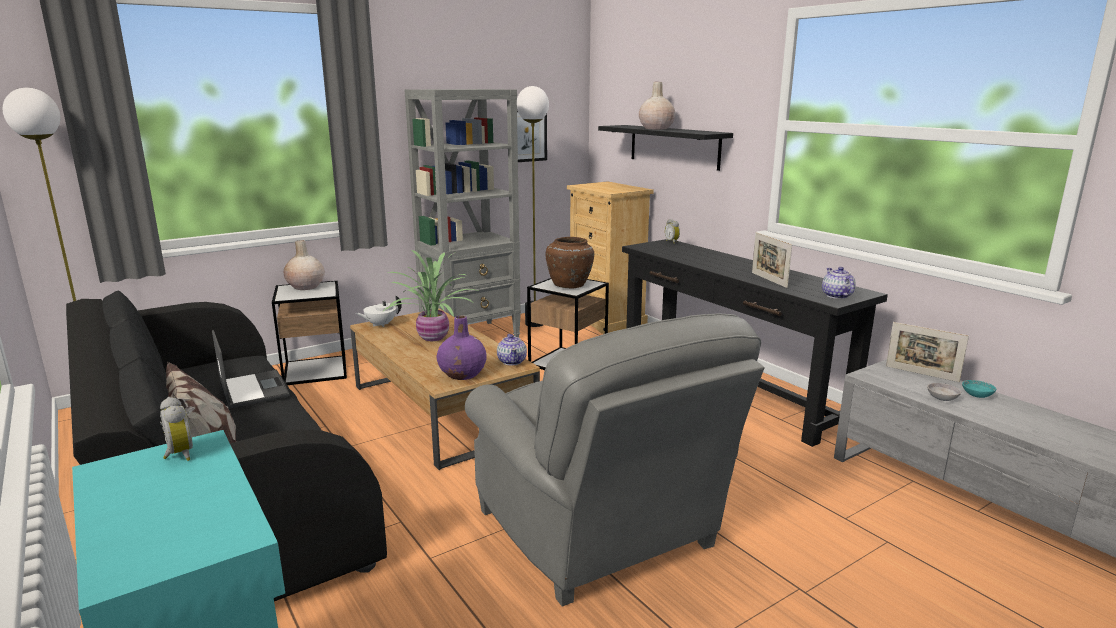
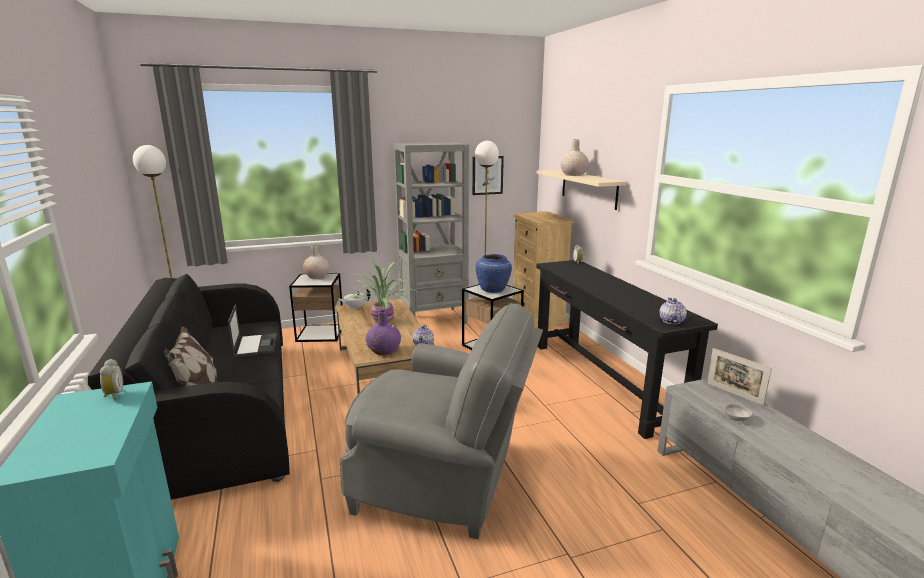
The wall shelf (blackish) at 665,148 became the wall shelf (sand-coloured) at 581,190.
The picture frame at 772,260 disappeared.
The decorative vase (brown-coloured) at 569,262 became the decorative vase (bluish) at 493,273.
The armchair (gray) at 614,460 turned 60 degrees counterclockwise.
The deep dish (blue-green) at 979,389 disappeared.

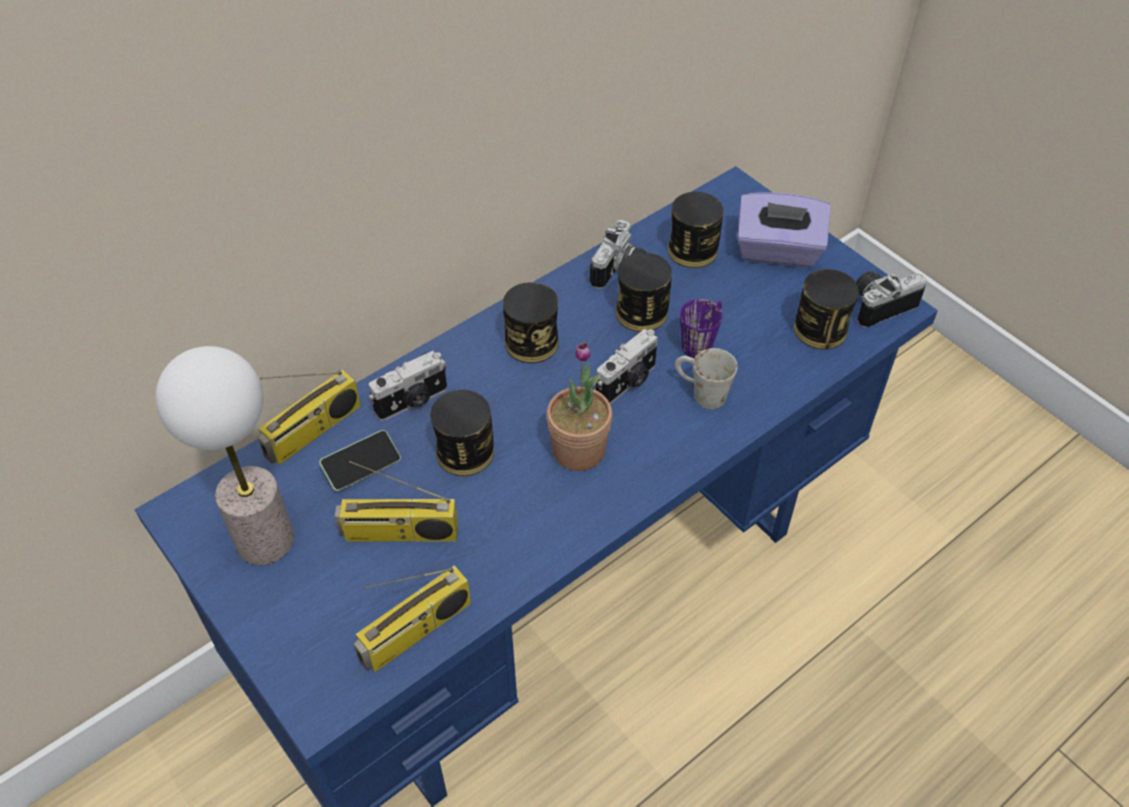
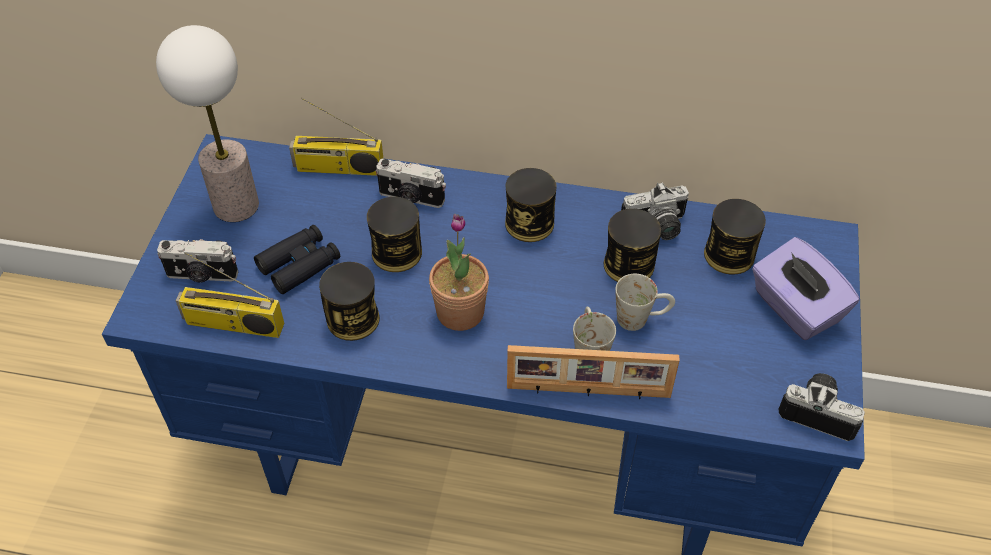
The can moved from 826,309 to 349,301.
The coffee mug (purple-coloured) at 701,328 became the coffee mug (whitish) at 645,302.
The still camera moved from 627,366 to 197,261.
The telephone at 360,460 disappeared.
The radio set at 396,501 was replaced by the field glasses (blackish) at 297,259.
The picture frame at 593,372 appeared.

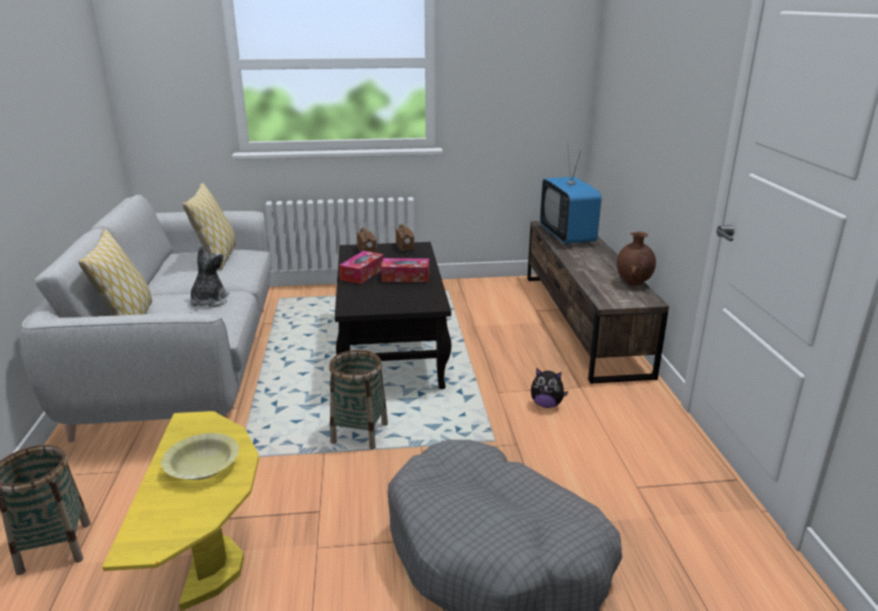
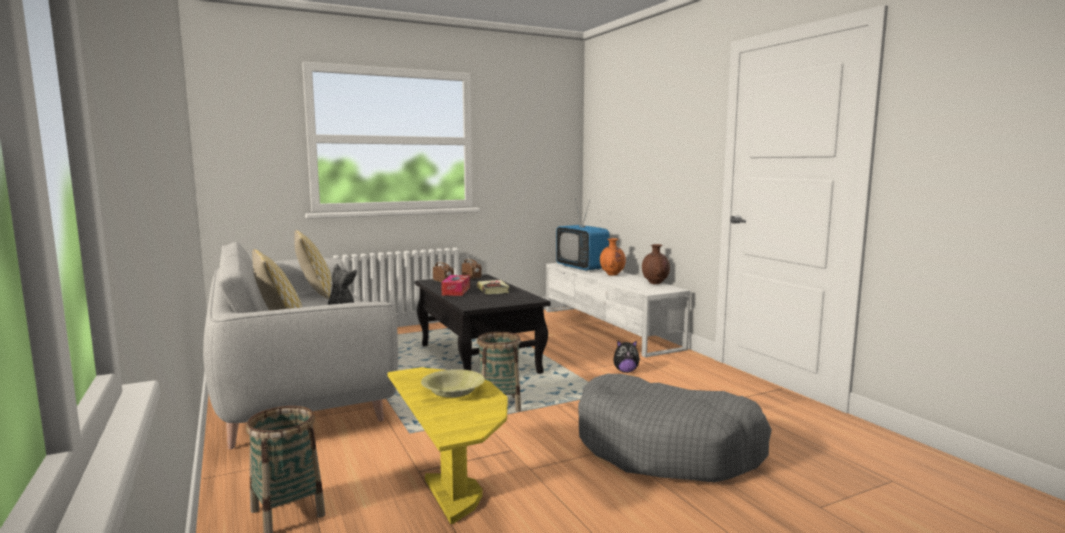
The tv unit (brown-coloured) at 598,302 became the tv unit (whitish) at 618,310.
The tissue box at 405,270 was replaced by the book at 493,287.
The decorative vase (orange-coloured) at 613,257 appeared.

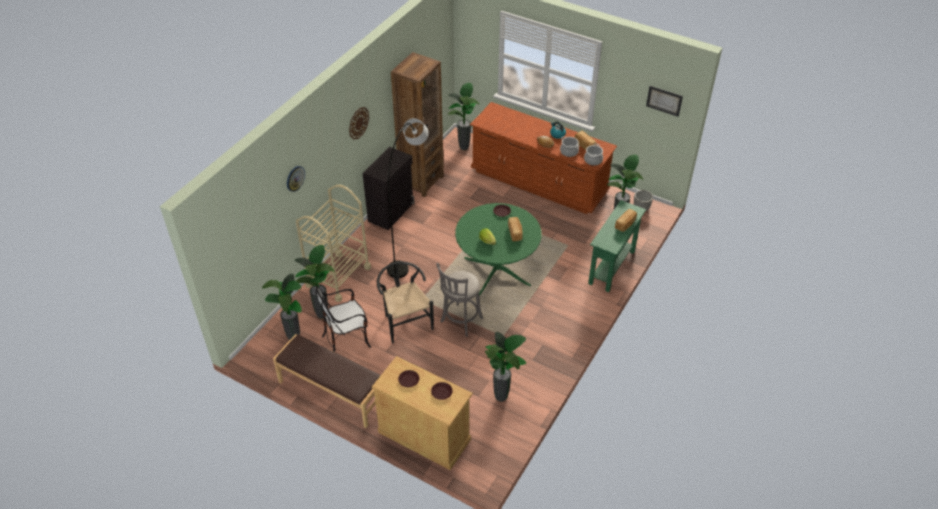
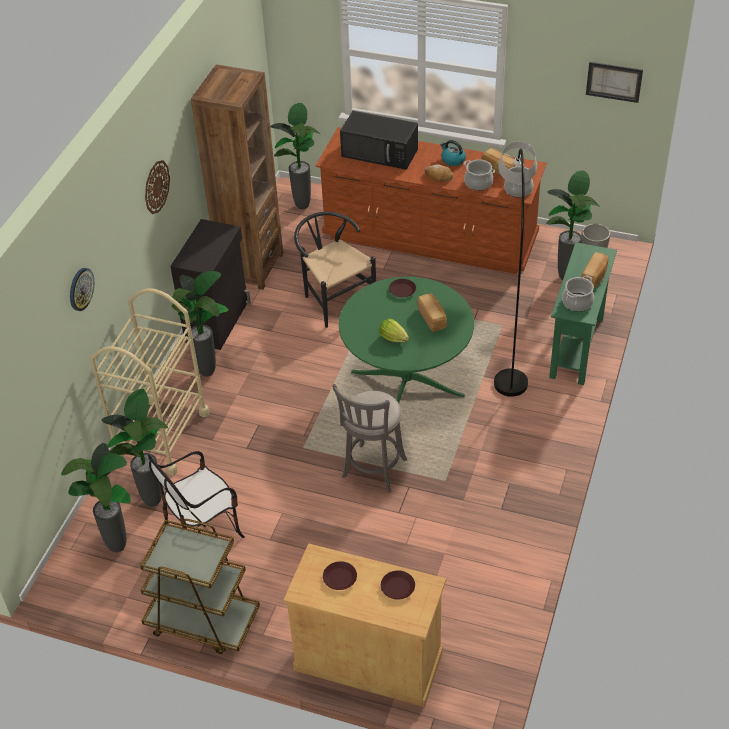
The standing lamp (gray) moved from 408,198 to 515,269.
The chair (blackish) moved from 405,302 to 335,270.
The houseplant moved from 505,367 to 199,323.
The bench (brown-coloured) at 327,381 was replaced by the wheeled cart (brown-coloured) at 200,586.
The microwave oven (blackish) at 379,140 appeared.
The stockpot at 578,293 appeared.

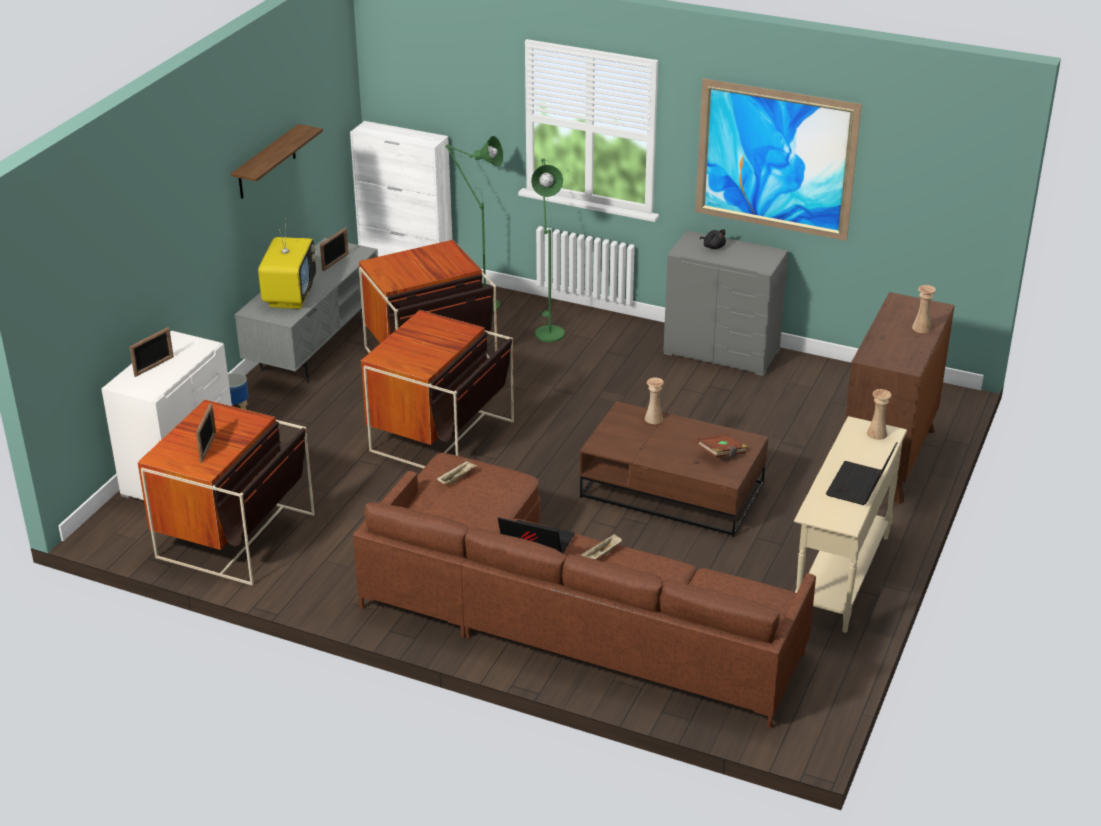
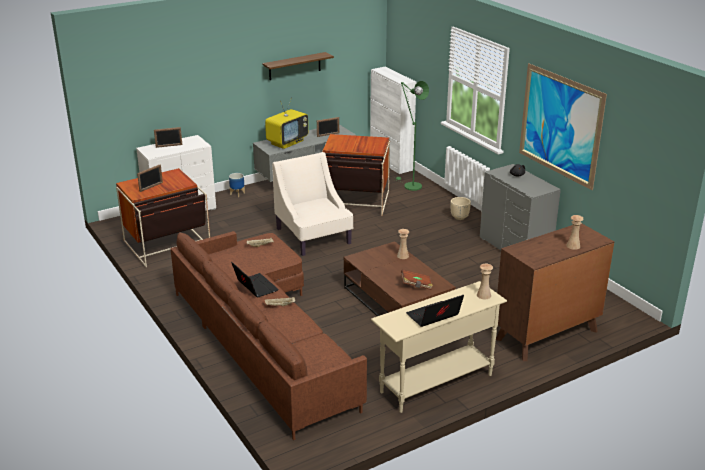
The standing lamp (greenish) at 548,250 disappeared.
The side table at 437,389 was replaced by the armchair (sand-coloured) at 312,204.
The plant pot (sand-coloured) at 460,208 appeared.

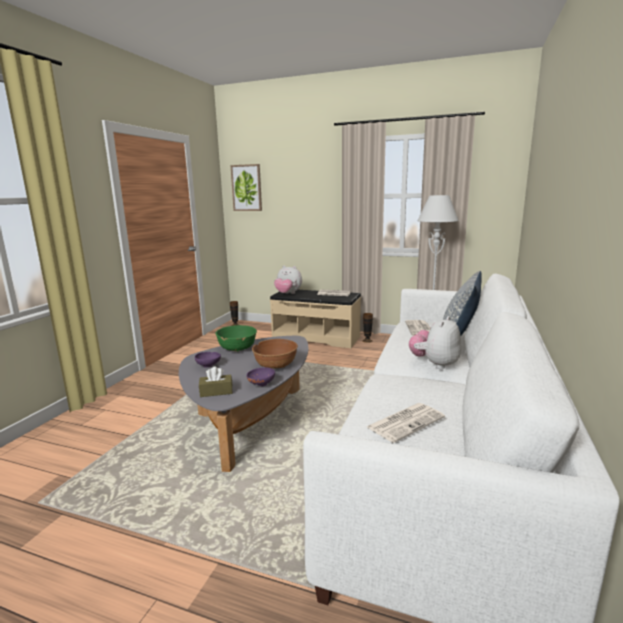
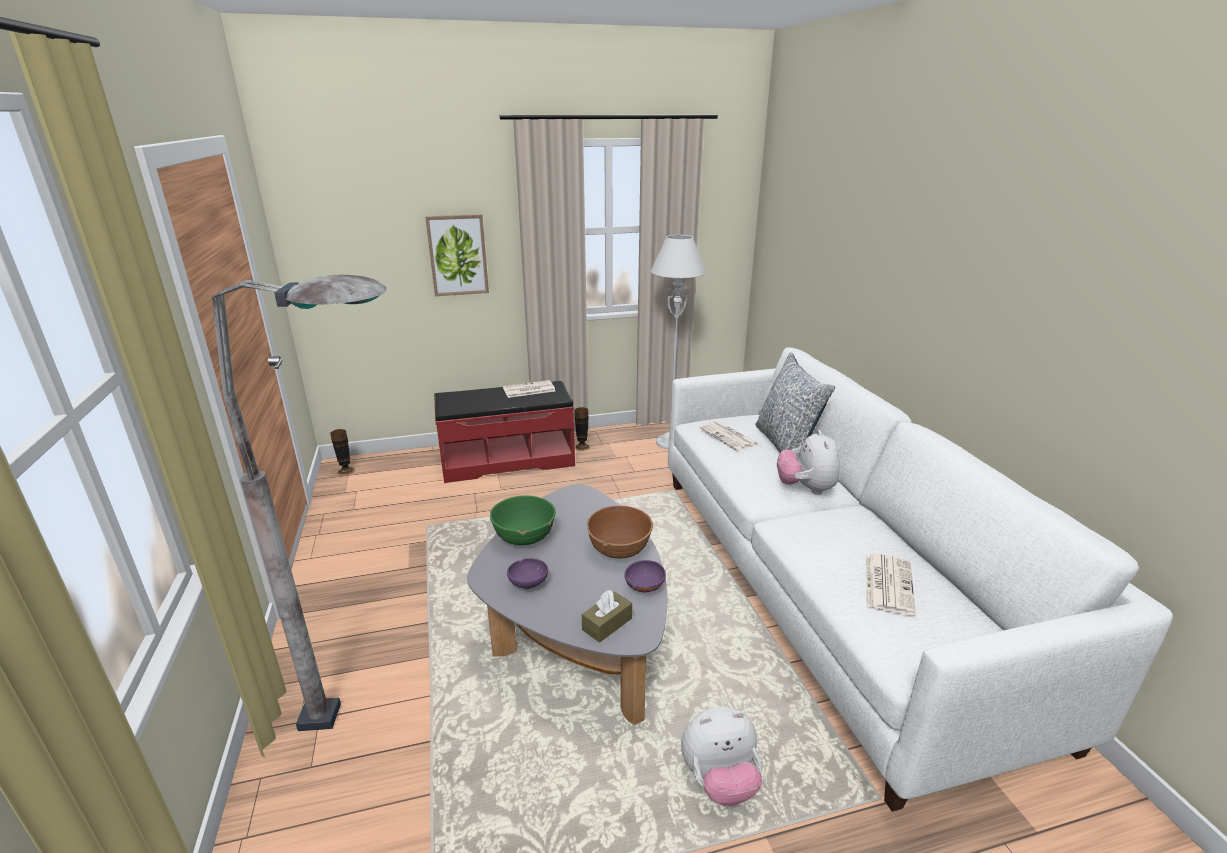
The picture moved from 246,187 to 457,255.
The soft toy moved from 288,280 to 721,756.
The bench (sand-coloured) at 315,319 became the bench (red-coloured) at 504,432.
The standing lamp (gray) at 299,503 appeared.

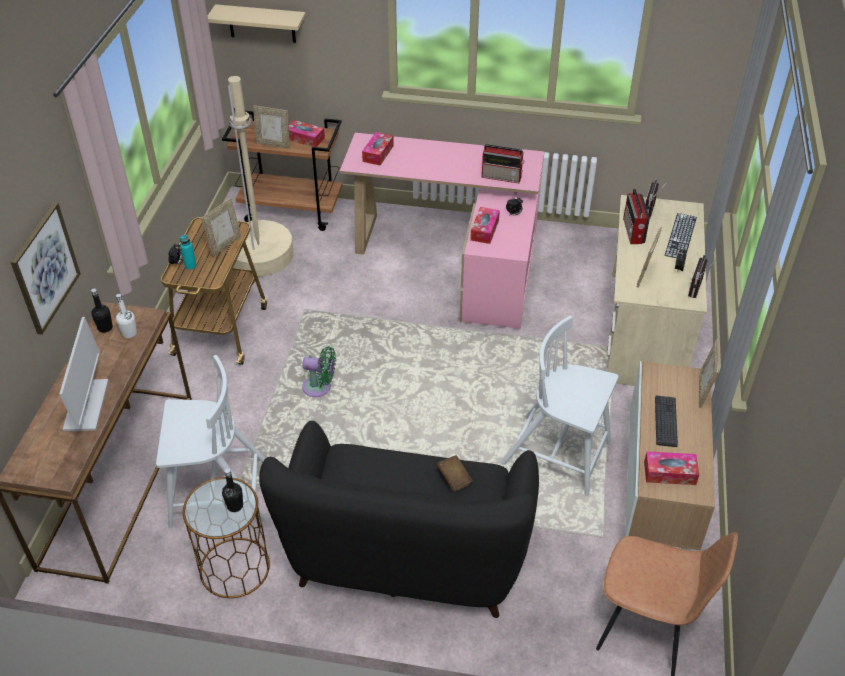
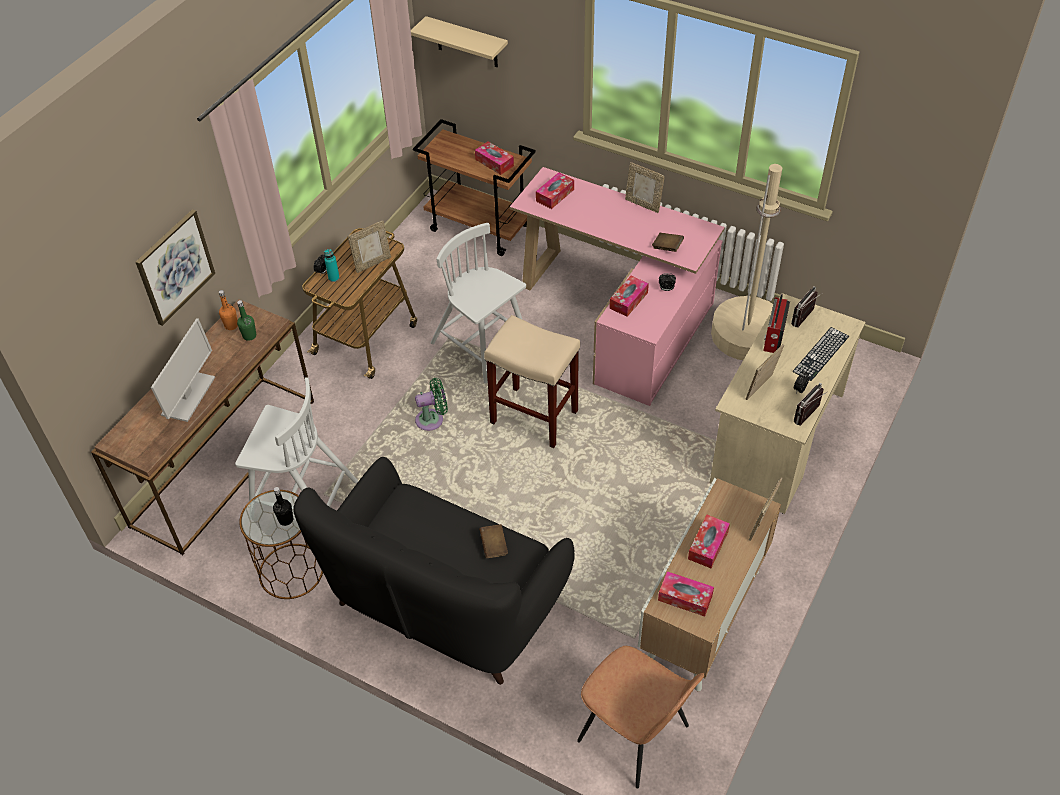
The standing lamp (sand-coloured) moved from 259,176 to 746,262.
The picture frame moved from 271,127 to 645,187.
The radio set at 503,163 was replaced by the book (brown-coloured) at 668,242.
The drink bottle (blackish) at 102,310 became the drink bottle (orange-coloured) at 228,310.
The drink bottle (whitish) at 126,316 became the drink bottle (greenish) at 246,320.
The chair (whitish) moved from 560,406 to 478,303.
The fan (greenish) at 319,371 turned 45 degrees counterclockwise.
The keyboard at 666,421 was replaced by the tissue box at 709,541.
The stool seat (sand-coloured) at 532,381 appeared.

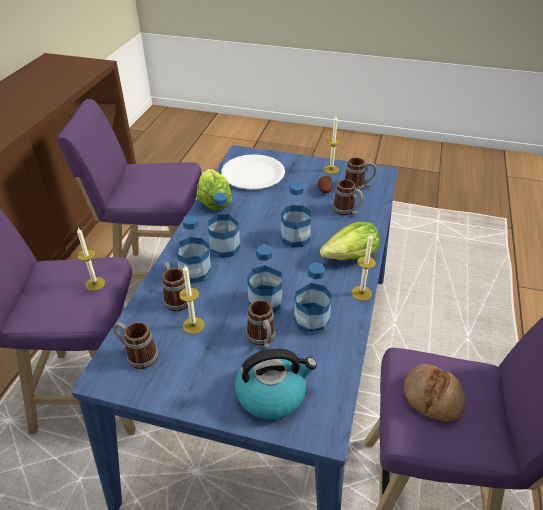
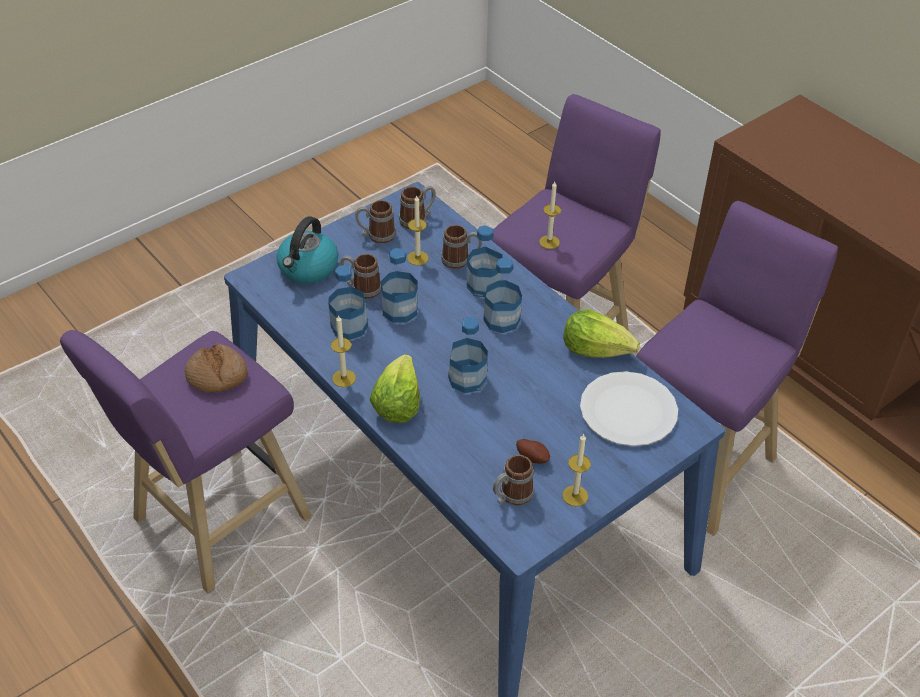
The coffee mug moved from 347,197 to 375,222.

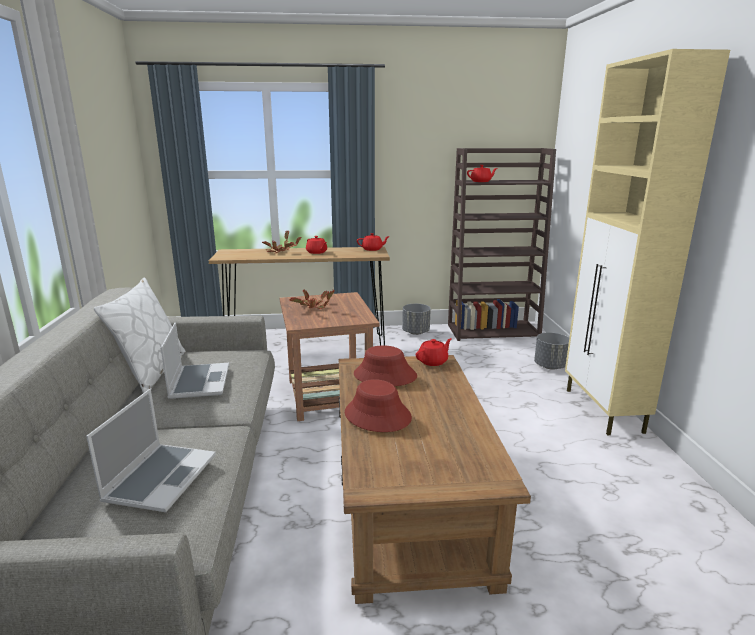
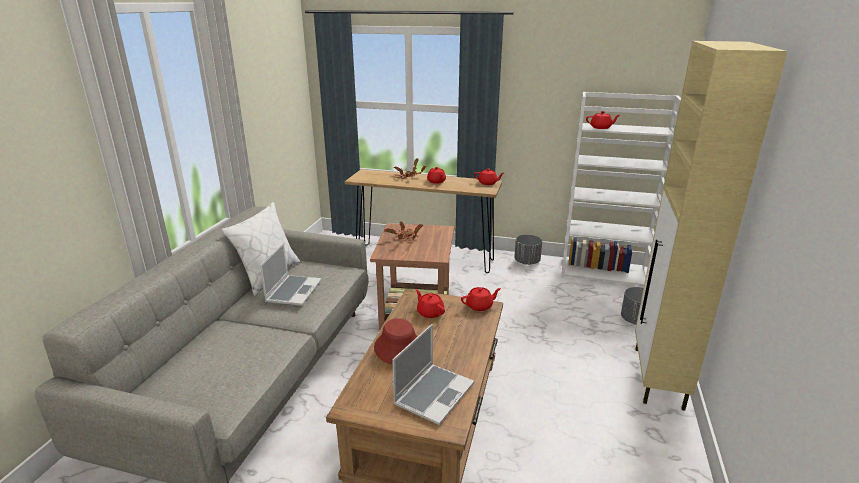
The bookcase (brown-coloured) at 502,244 became the bookcase (whitish) at 621,188.
The clothing hat (red-coloured) at 385,366 was replaced by the tea pot (red-coloured) at 430,303.
The portable computer moved from 151,450 to 433,374.

